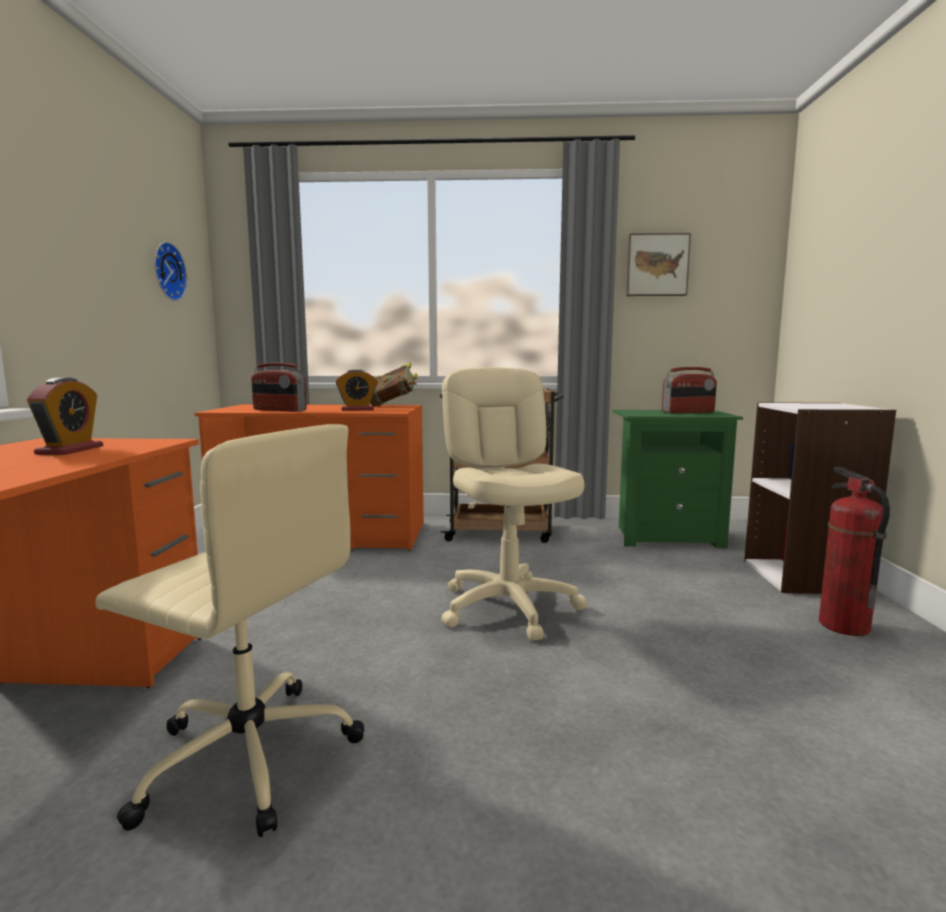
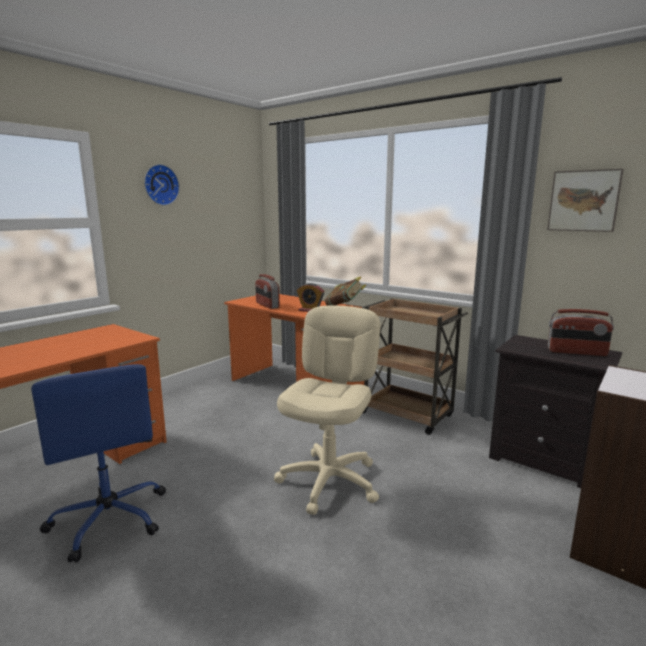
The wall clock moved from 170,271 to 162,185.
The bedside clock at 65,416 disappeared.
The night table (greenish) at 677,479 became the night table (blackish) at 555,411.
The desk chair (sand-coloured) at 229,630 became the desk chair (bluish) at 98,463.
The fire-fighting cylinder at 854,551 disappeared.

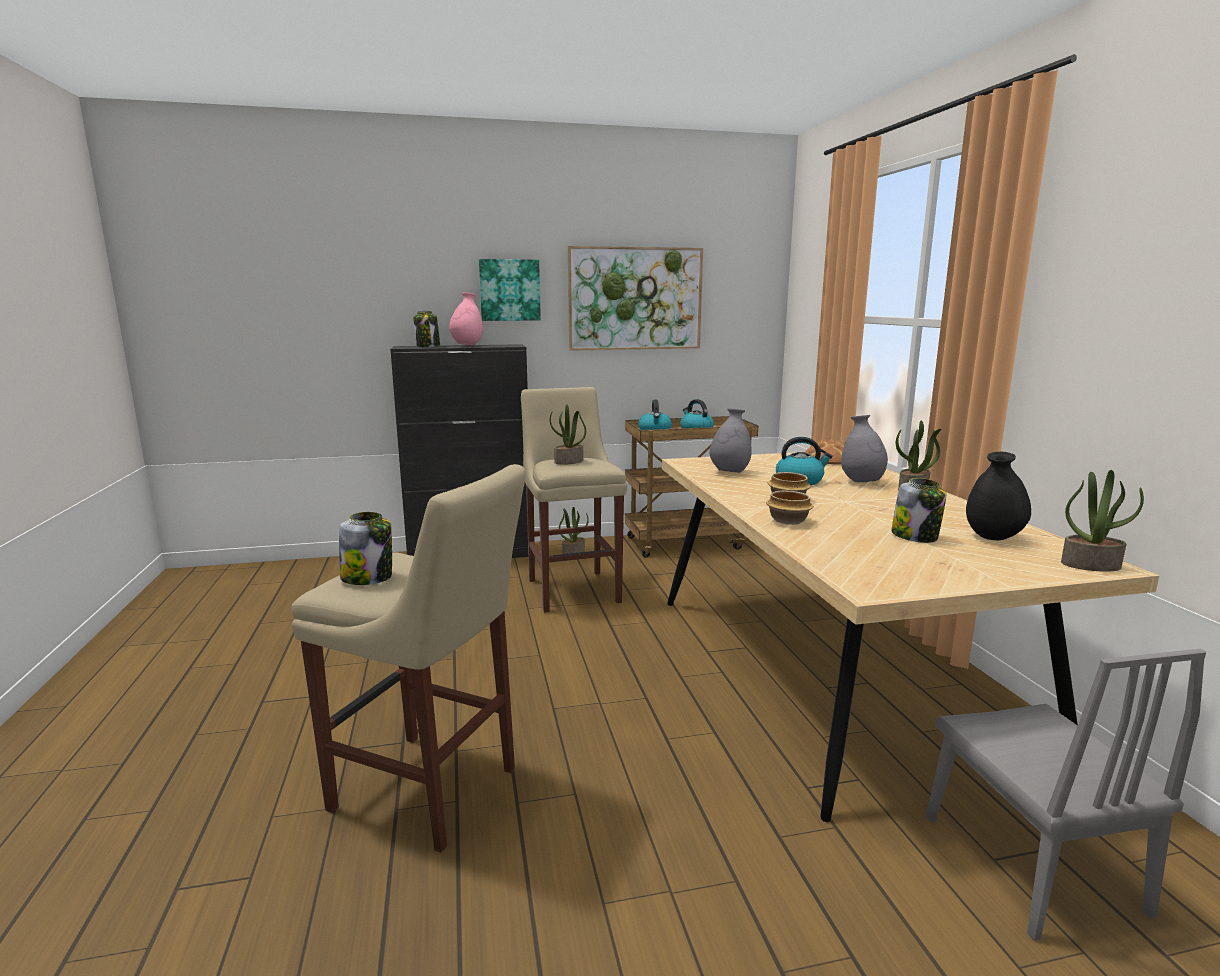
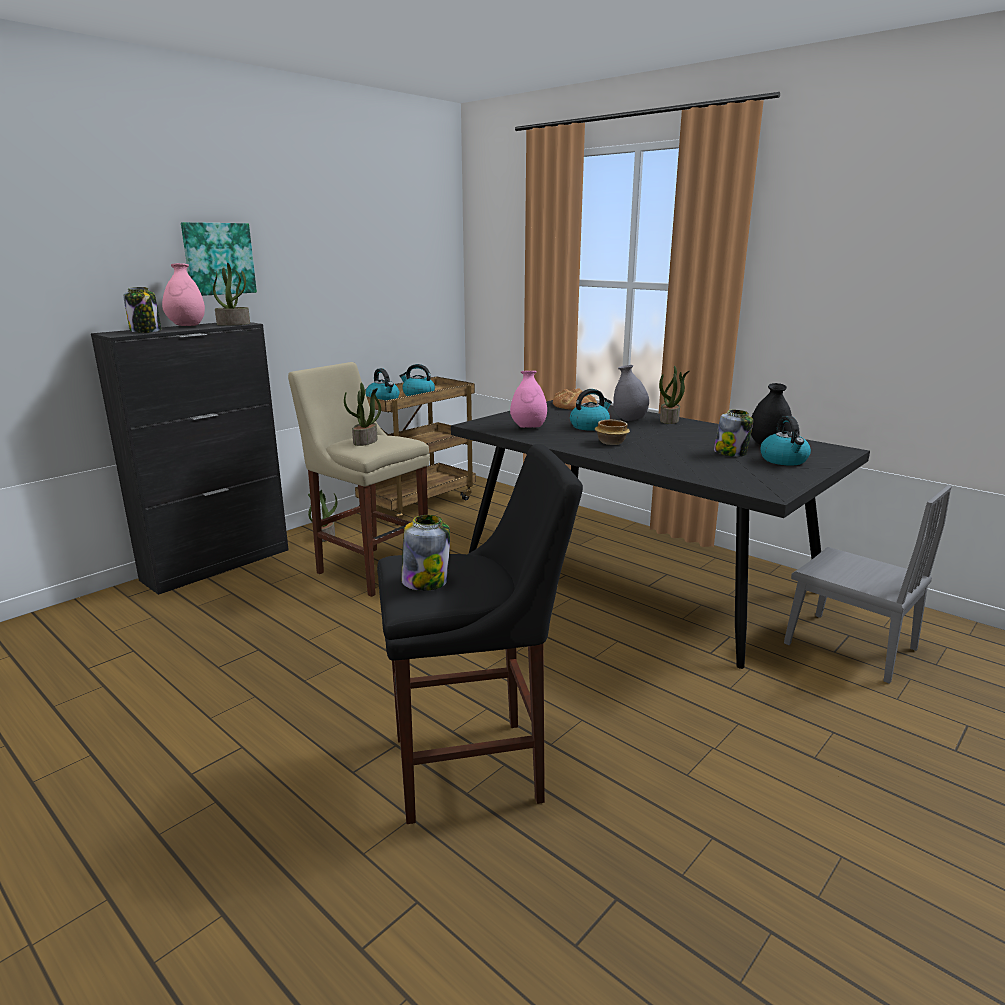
The picture at 635,298 disappeared.
The decorative vase (gray) at 730,440 became the decorative vase (pink-coloured) at 528,399.
The dining table (sand-coloured) at 910,637 became the dining table (blackish) at 660,534.
The stool seat (sand-coloured) at 408,658 became the stool seat (blackish) at 480,634.
The houseplant moved from 1102,521 to 231,294.
The deep dish at 790,508 disappeared.
The tea kettle at 785,441 appeared.

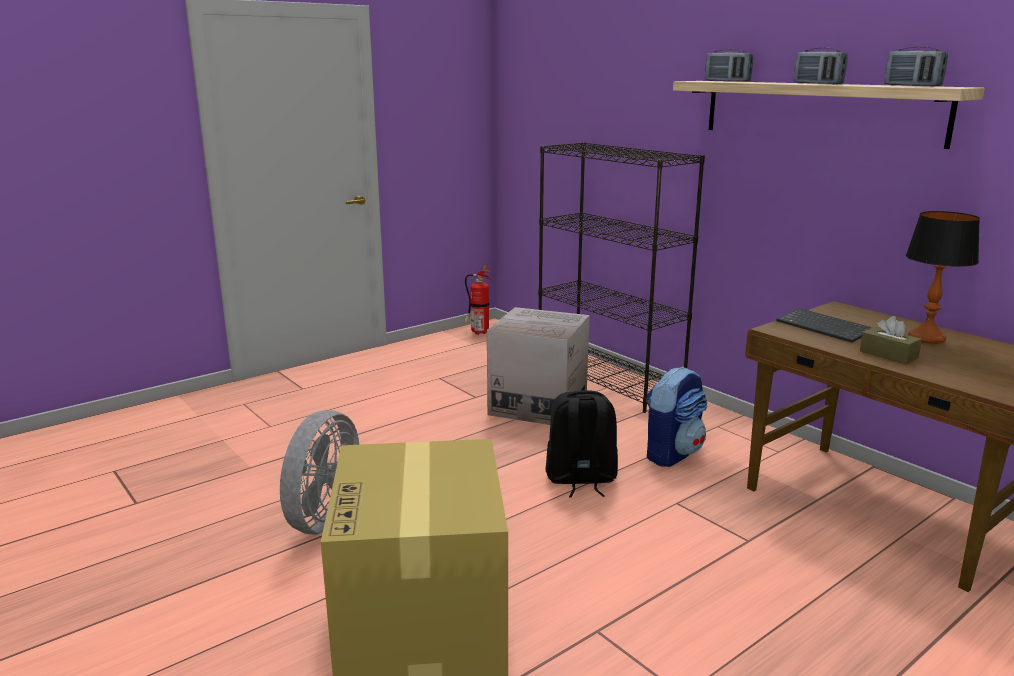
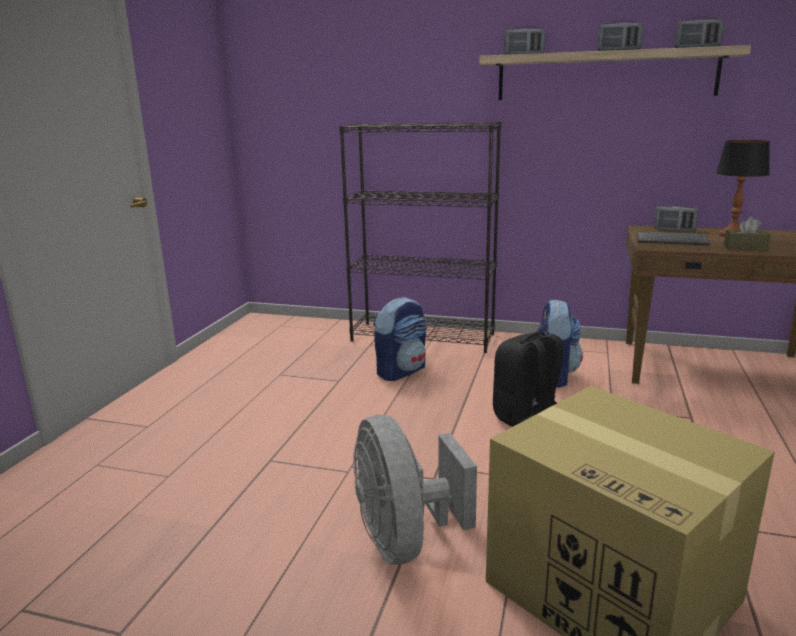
The fire-fighting cylinder at 477,300 disappeared.
The carton at 538,366 was replaced by the backpack at 400,339.
The radio set at 676,217 appeared.

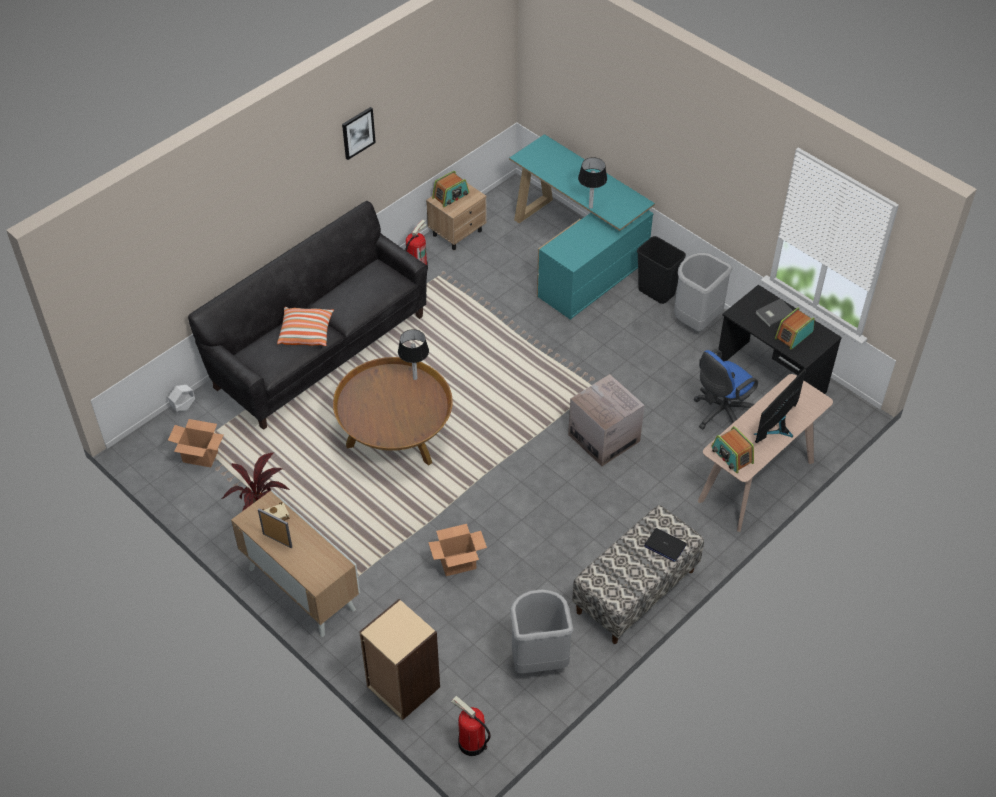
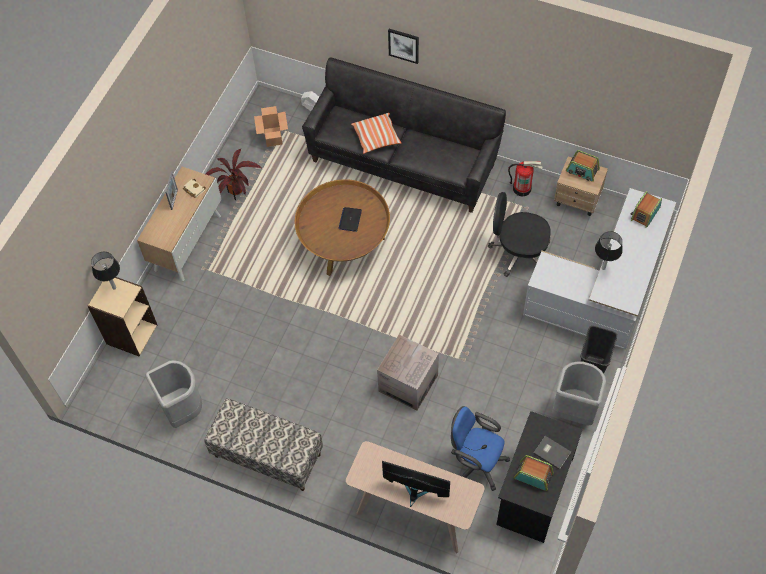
The picture moved from 359,133 to 403,46.
The desk (blue-green) at 582,227 became the desk (whitish) at 600,269.
The tabletop lamp moved from 413,354 to 105,271.
The radio set moved from 732,449 to 646,209.
The carton at 457,550 disappeared.
The portable computer moved from 665,545 to 350,219.
The fire-fighting cylinder at 471,726 disappeared.
The desk chair (blackish) at 519,234 appeared.

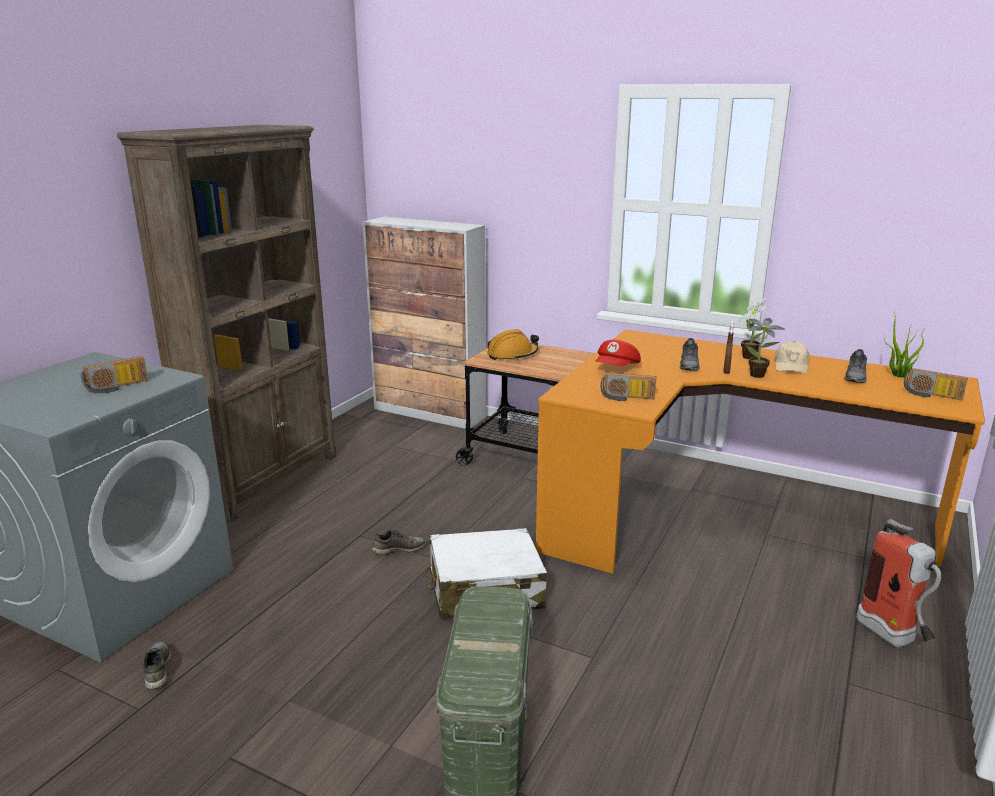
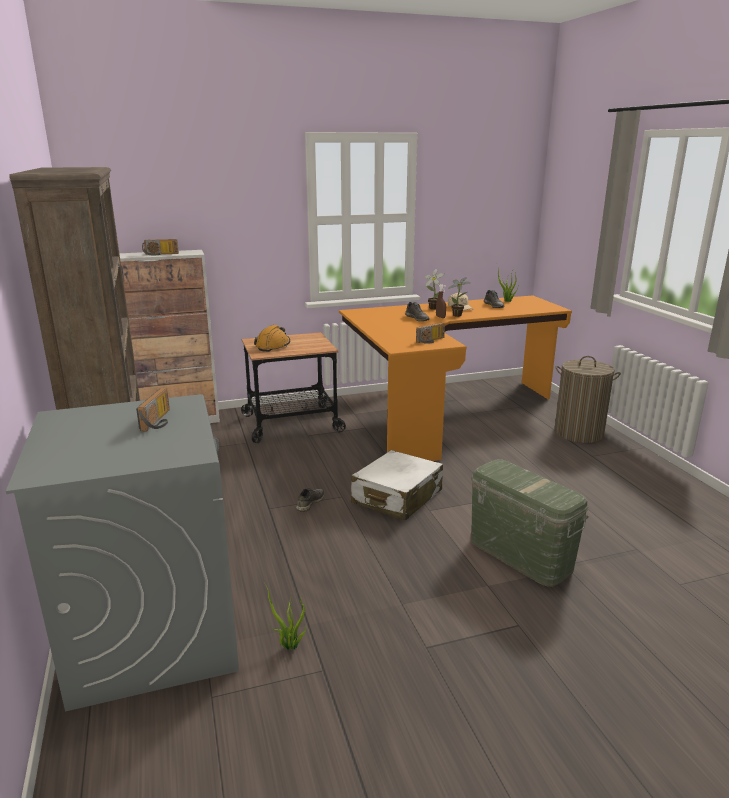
The peaked cap (red-coloured) at 618,353 disappeared.
The radio set moved from 936,384 to 160,247.
The fire-fighting cylinder at 898,583 was replaced by the laundry basket at 587,399.
The low shoe (gray) at 157,665 was replaced by the houseplant at 285,617.

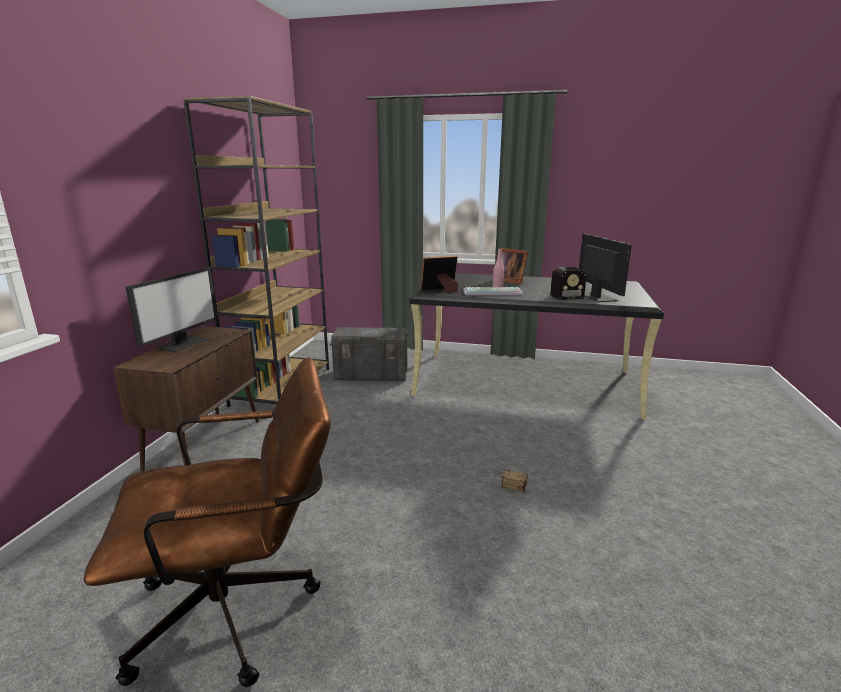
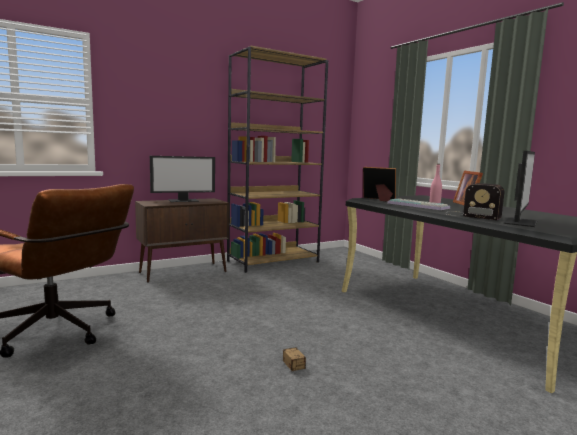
The storage bin (gray) at 369,354 disappeared.

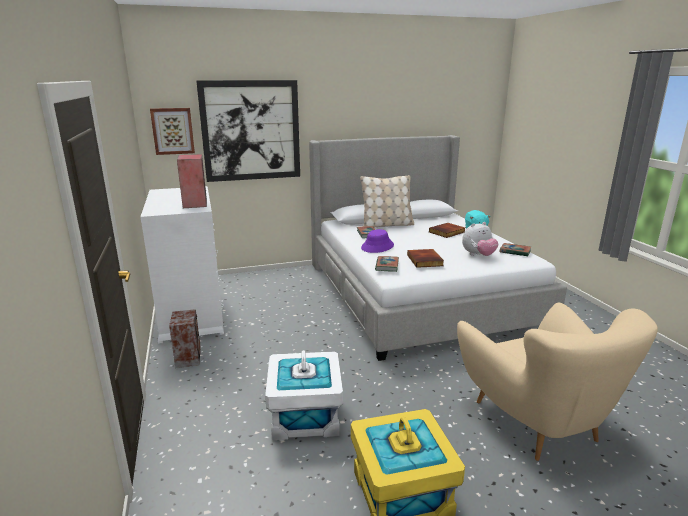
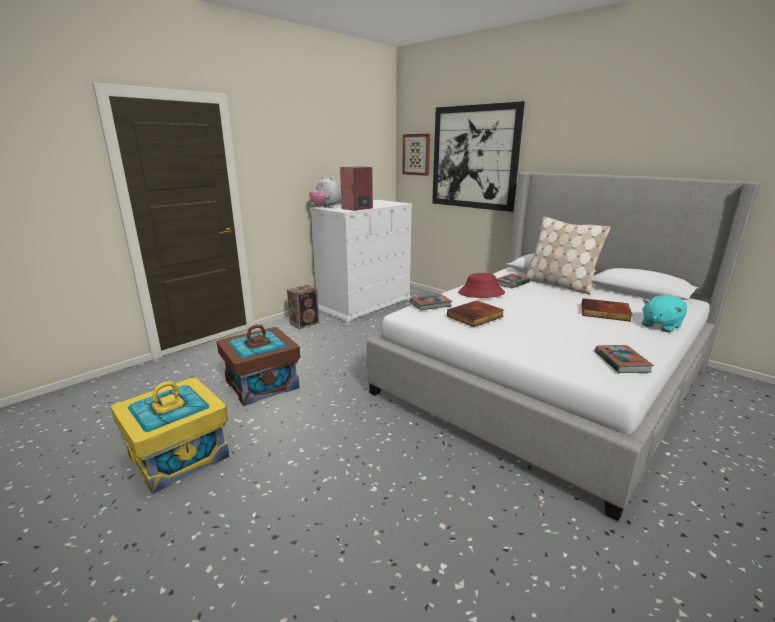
The soft toy moved from 480,239 to 324,192.
The clothing hat (purple-coloured) at 377,241 became the clothing hat (red-coloured) at 481,285.
The armchair (sand-coloured) at 557,382 disappeared.
The storage bin (whitish) at 304,395 became the storage bin (brown-coloured) at 258,365.

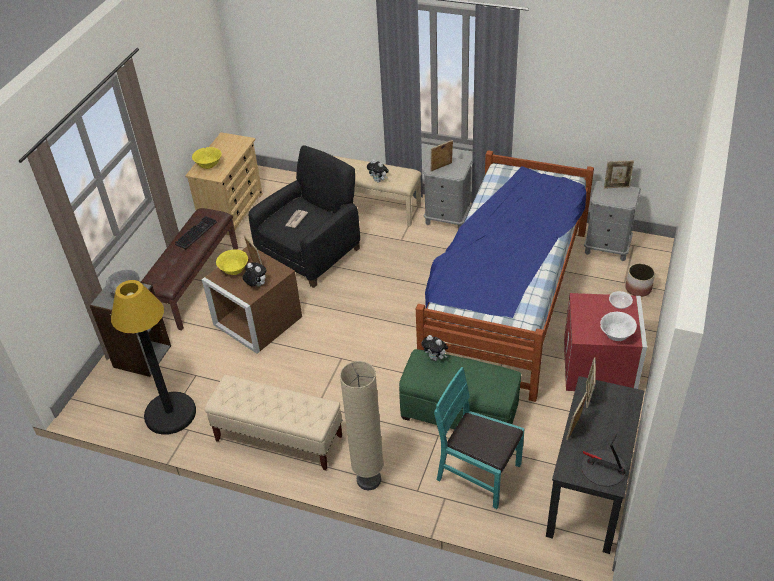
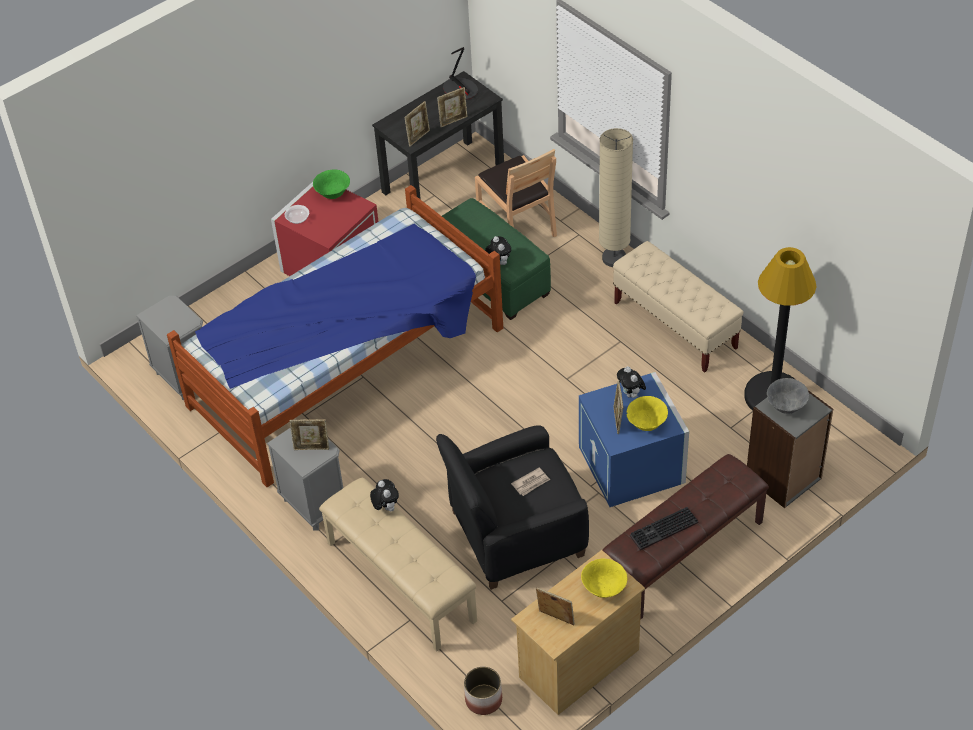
The picture frame moved from 619,175 to 555,606.
The storage bin (brown-coloured) at 252,300 became the storage bin (bluish) at 634,439.
The plant pot moved from 640,280 to 483,691.
The deep dish (whitish) at 618,326 became the deep dish (greenish) at 331,184.
The chair (blue-green) at 479,438 became the chair (brown-coloured) at 516,193.

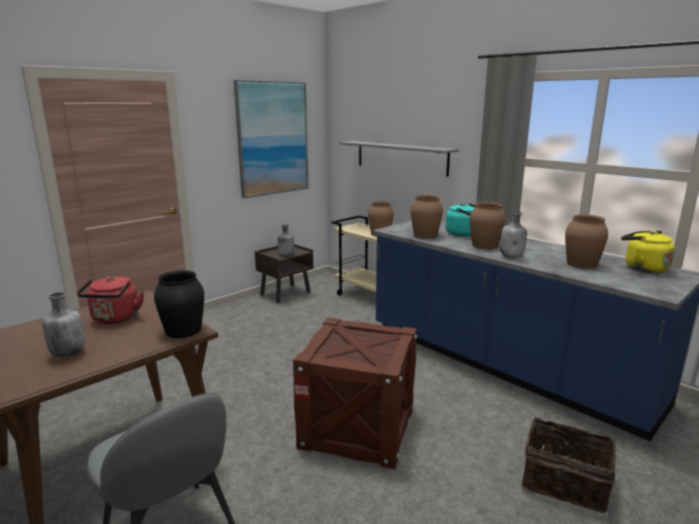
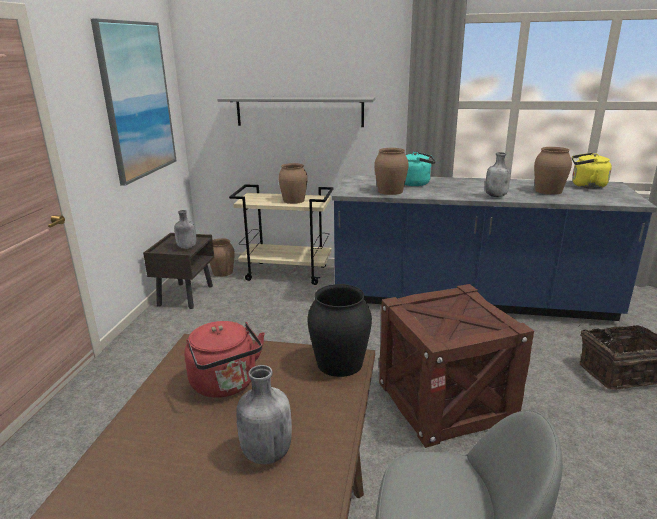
The decorative vase (brown-coloured) moved from 488,225 to 222,257.

